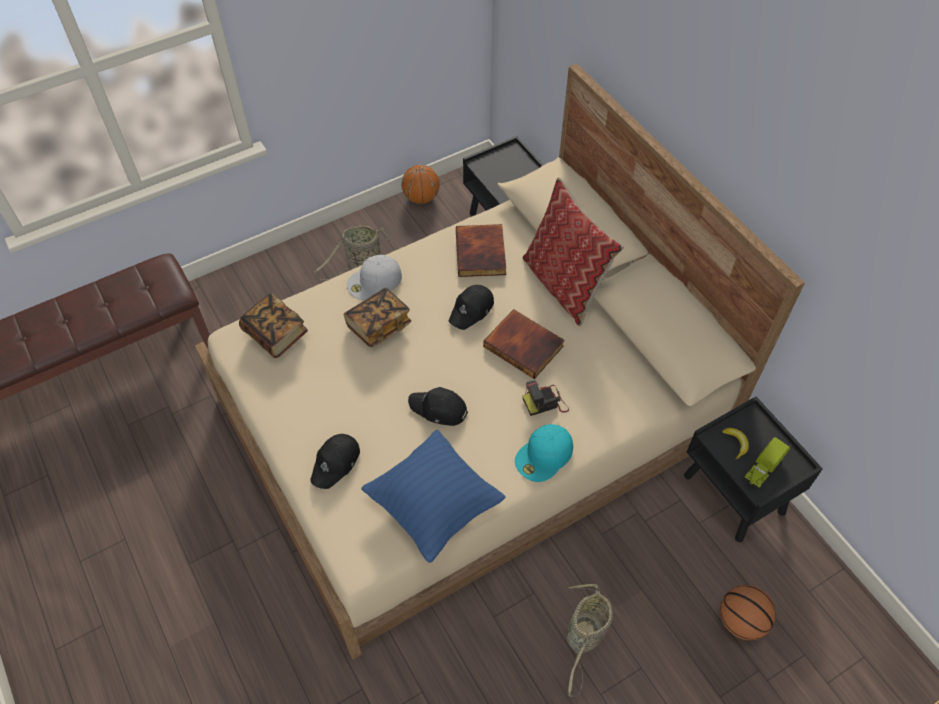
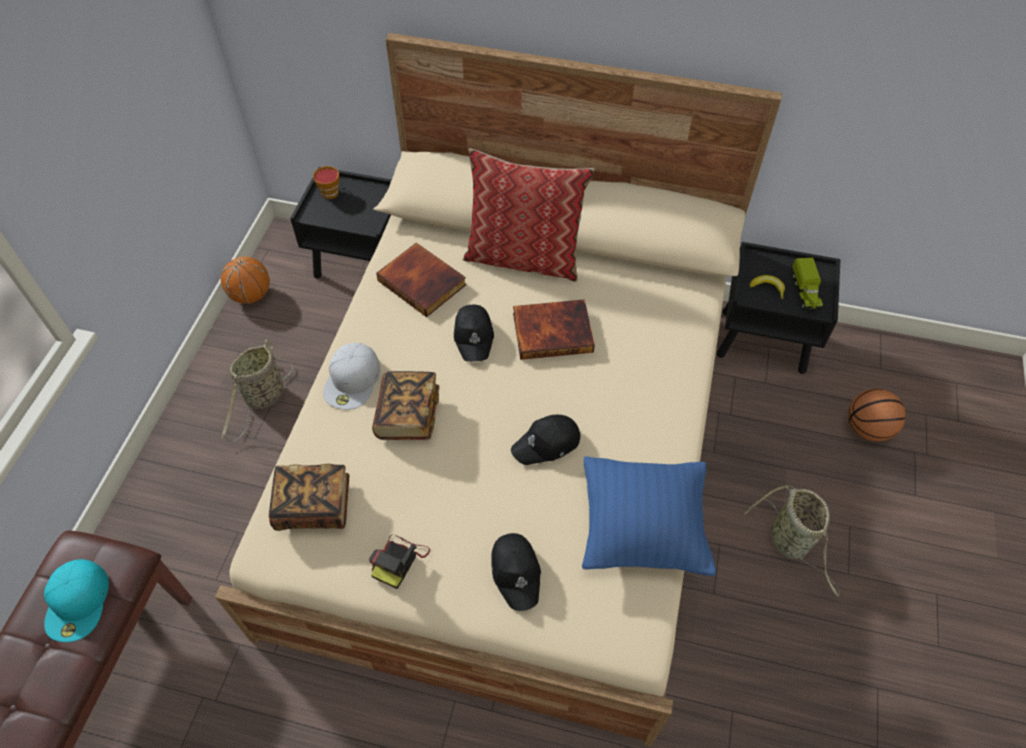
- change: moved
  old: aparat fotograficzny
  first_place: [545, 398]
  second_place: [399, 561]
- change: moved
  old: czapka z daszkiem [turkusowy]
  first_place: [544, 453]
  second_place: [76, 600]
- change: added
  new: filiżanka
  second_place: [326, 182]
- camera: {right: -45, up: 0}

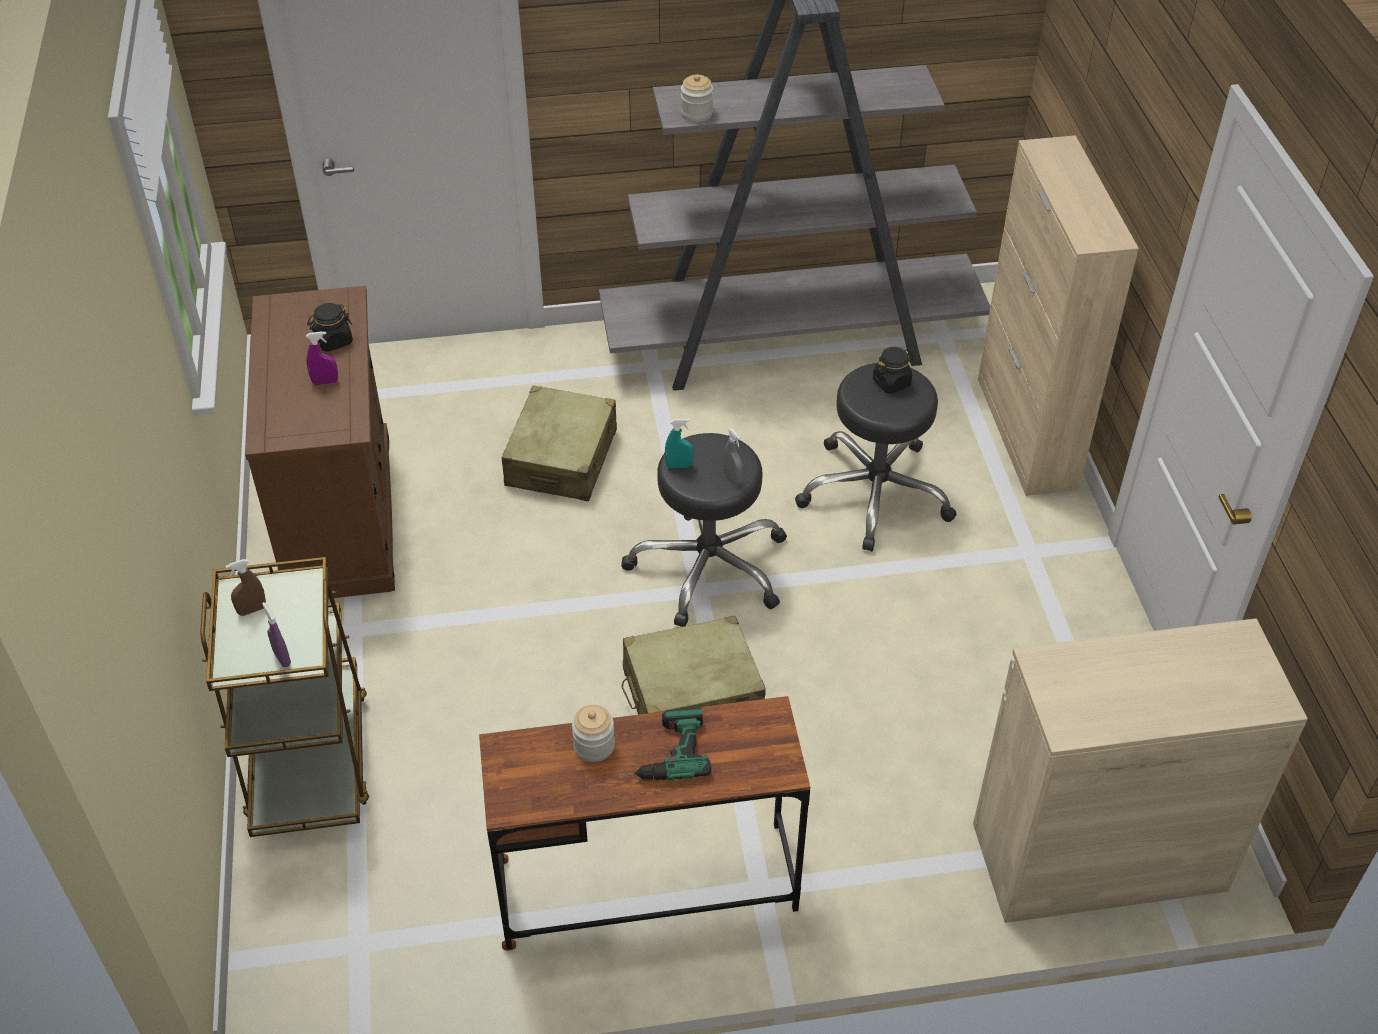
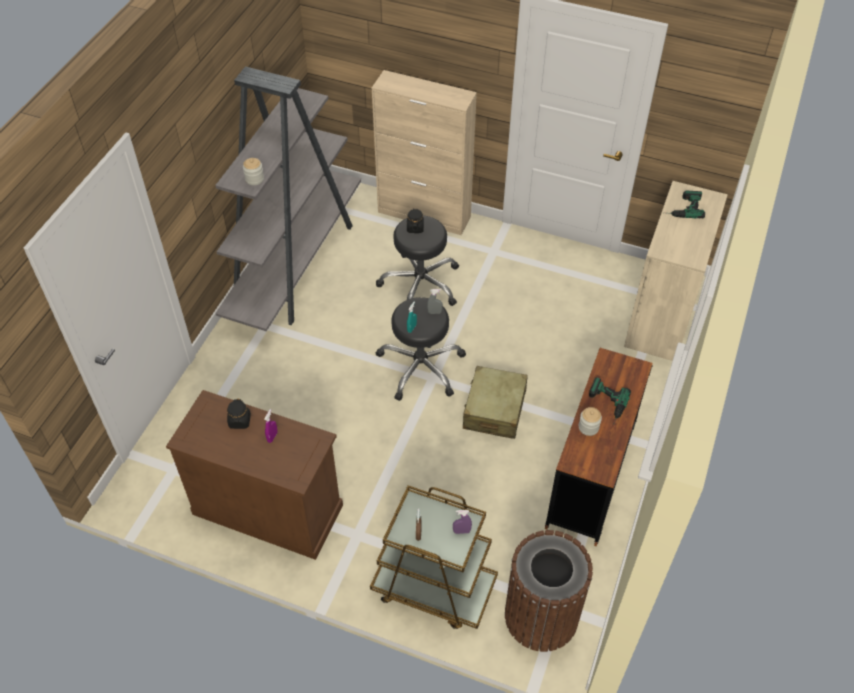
- change: removed
  old: walizka [beżowy]
  first_place: [559, 443]
- change: added
  new: wiertarka
  second_place: [687, 205]
- change: added
  new: kosz na śmieci [brązowy]
  second_place: [549, 591]
- camera: {right: -60, up: 5}

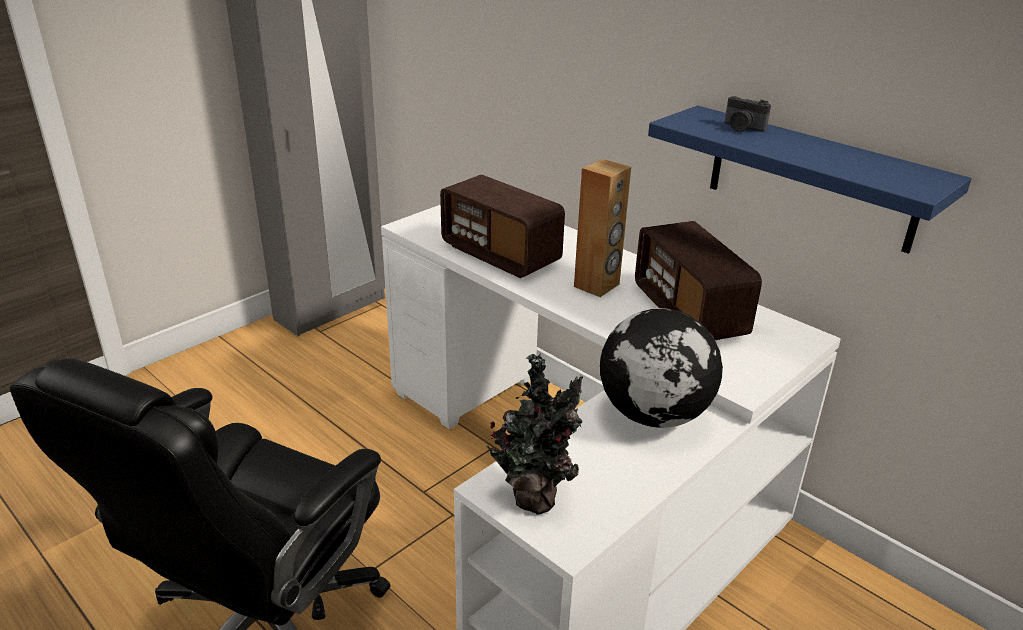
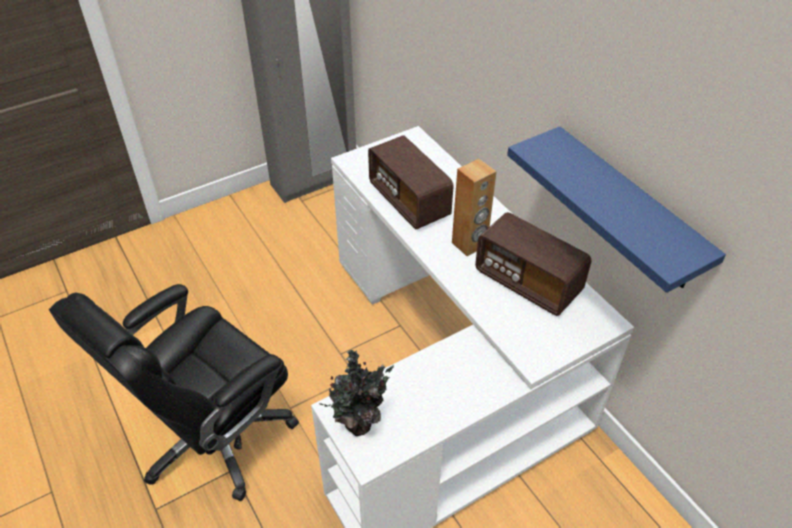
- change: removed
  old: aparat fotograficzny
  first_place: [747, 114]
- change: turned
  old: radio
  first_place: [698, 280]
  second_place: [533, 264]
  degrees: -45
- change: removed
  old: globus
  first_place: [661, 368]
- camera: {right: 15, up: 15}

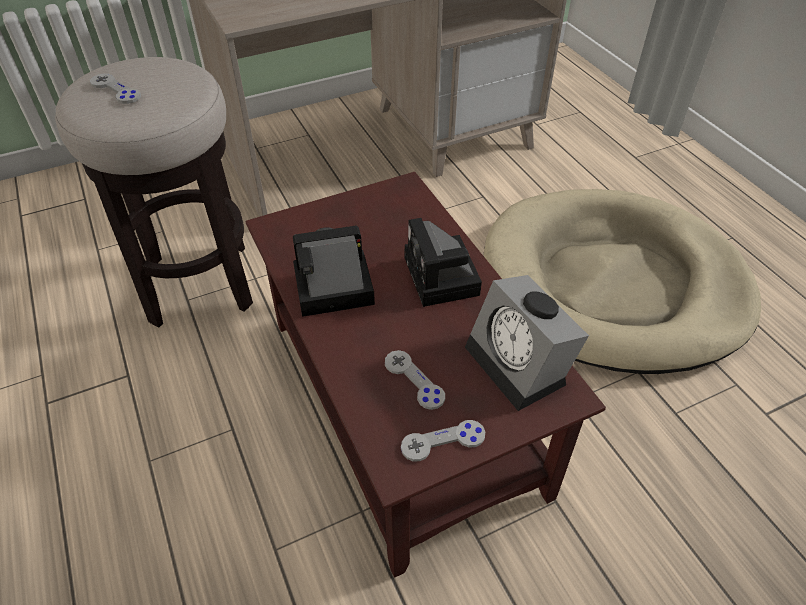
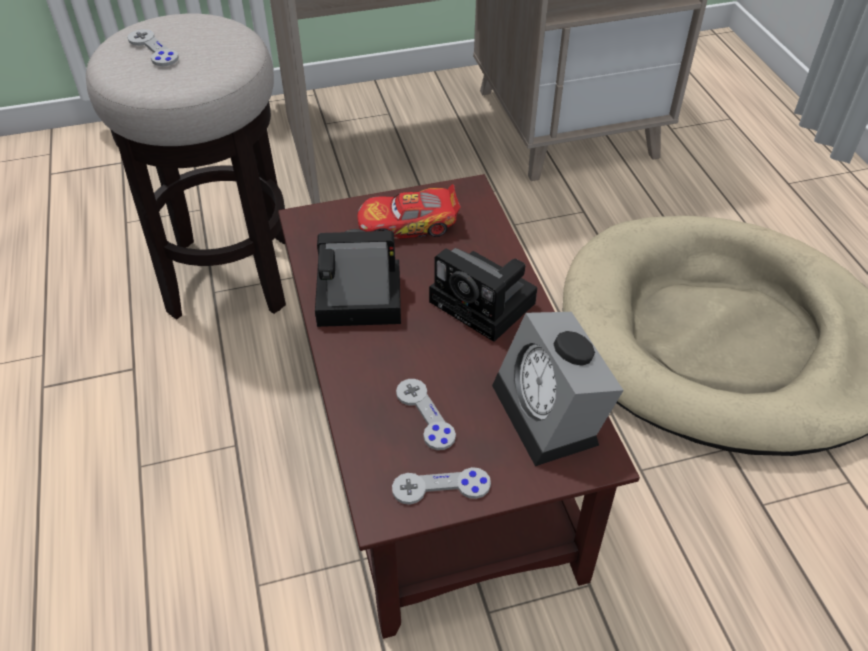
- change: turned
  old: aparat fotograficzny
  first_place: [443, 262]
  second_place: [483, 295]
  degrees: -45
- change: added
  new: samochodzik
  second_place: [408, 211]
- camera: {right: 10, up: 0}

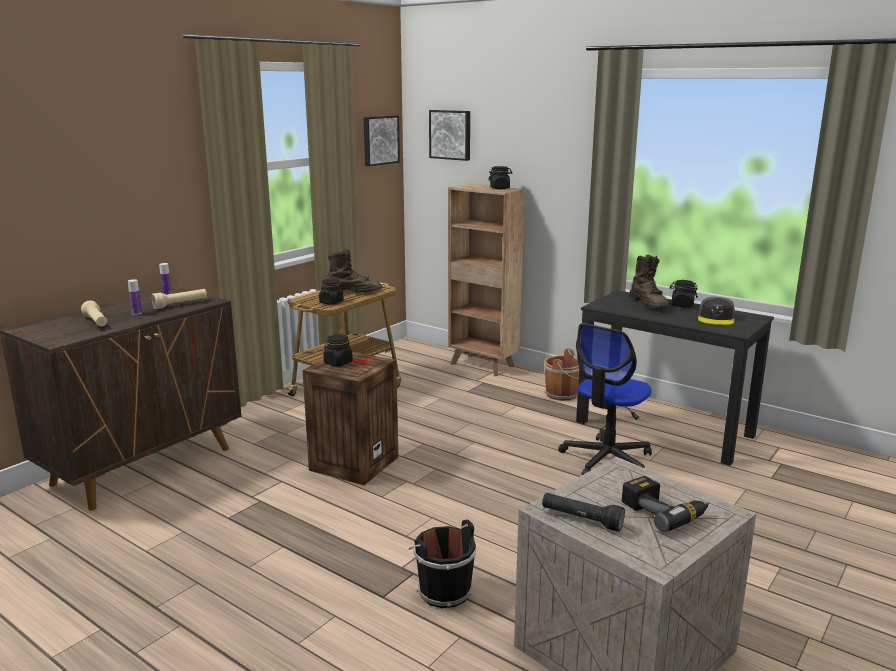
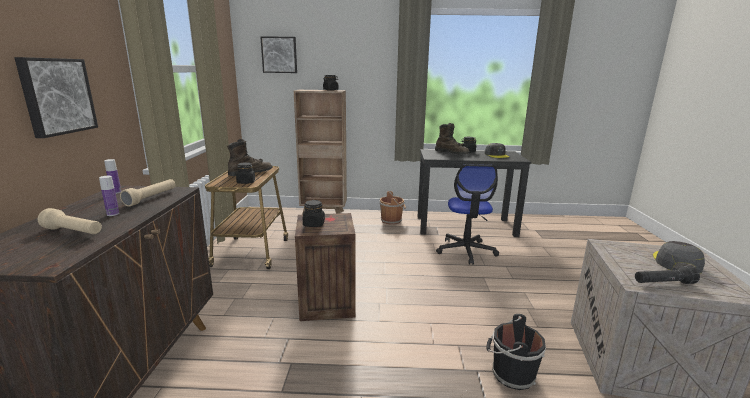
- change: moved
  old: obraz
  first_place: [381, 141]
  second_place: [56, 97]
- change: replaced
  old: wiertarka
  new: czapka z daszkiem [szary]
  first_place: [666, 504]
  second_place: [679, 257]
- camera: {right: -35, up: 0}

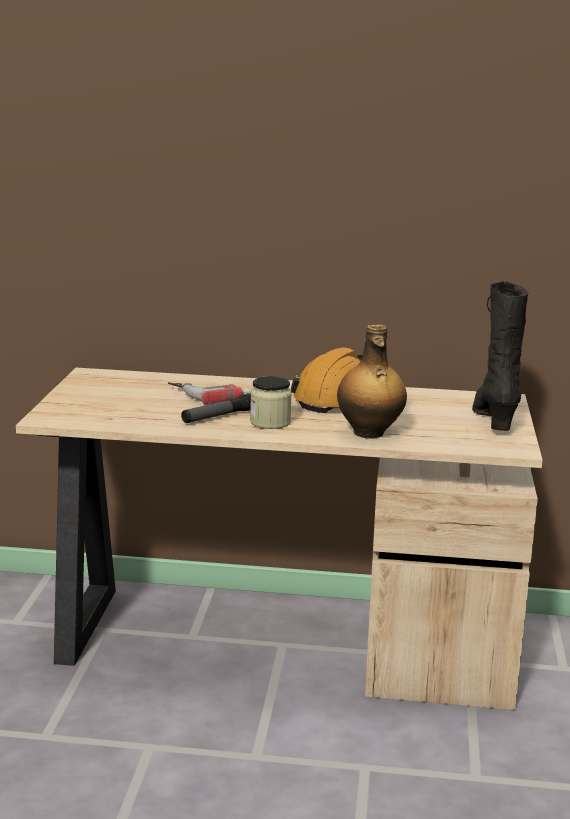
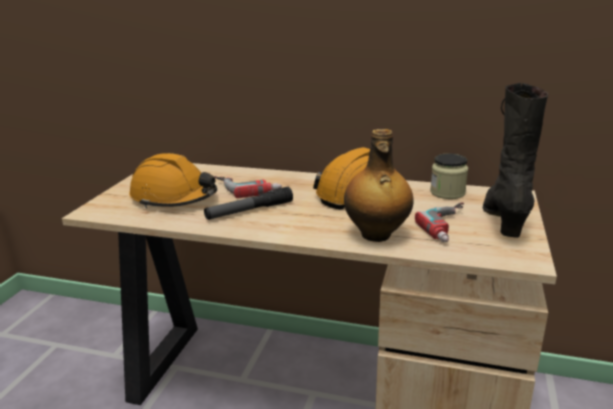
- change: moved
  old: słoik
  first_place: [271, 402]
  second_place: [449, 176]
- change: added
  new: kask [pomarańczowy]
  second_place: [173, 180]
- change: added
  new: wiertarka
  second_place: [439, 222]
- camera: {right: 10, up: 5}

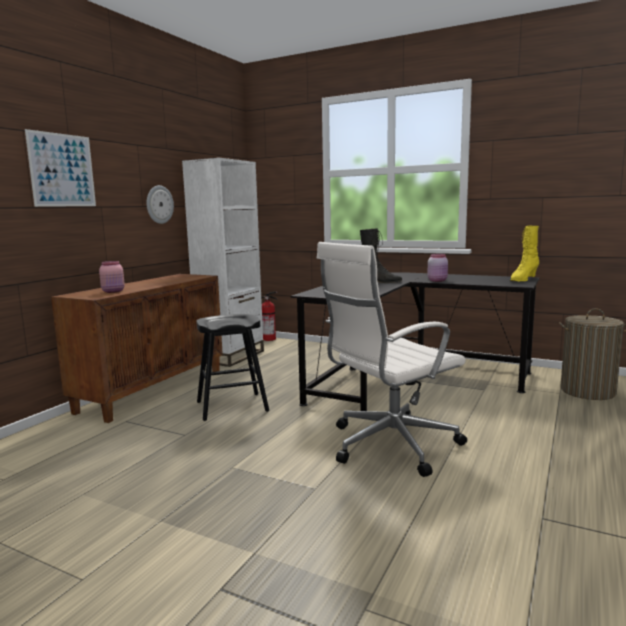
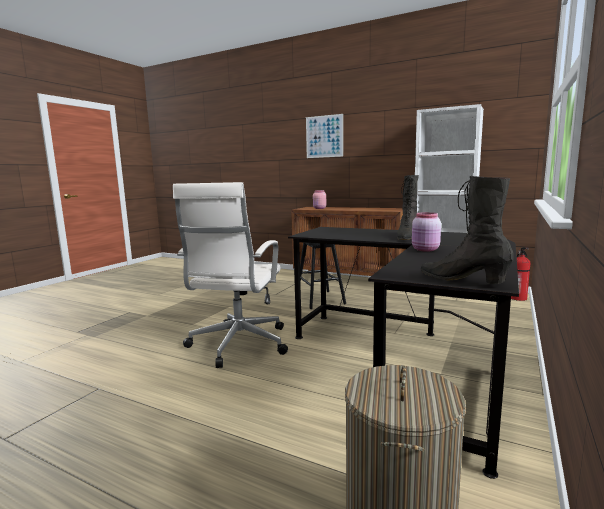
- change: removed
  old: zegar ścienny
  first_place: [160, 204]
- change: recoloured
  old: but z cholewką [żółty]
  new: but z cholewką [czarny]
  first_place: [524, 253]
  second_place: [467, 230]
- change: turned
  old: krzesło biurowe [biały]
  first_place: [392, 359]
  second_place: [230, 275]
  degrees: -135
- camera: {right: 90, up: 0}

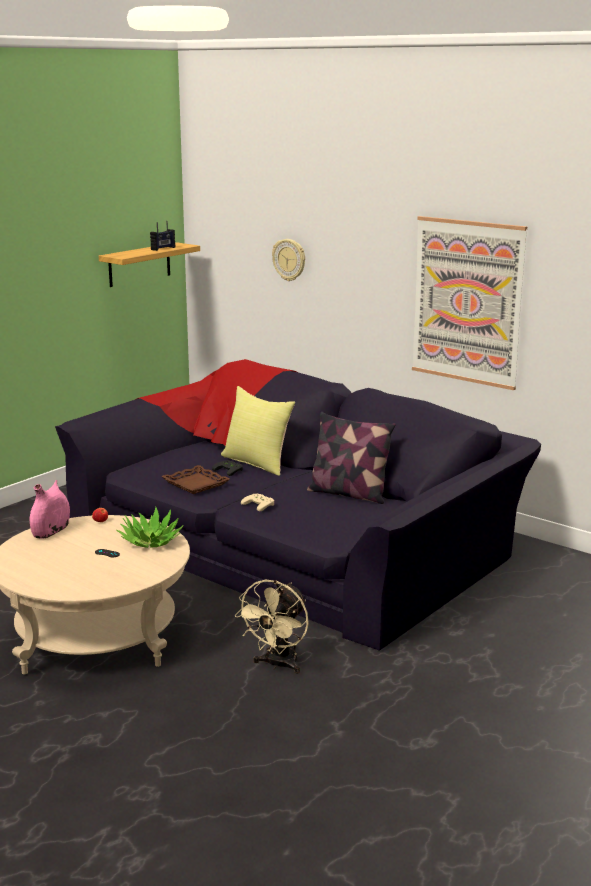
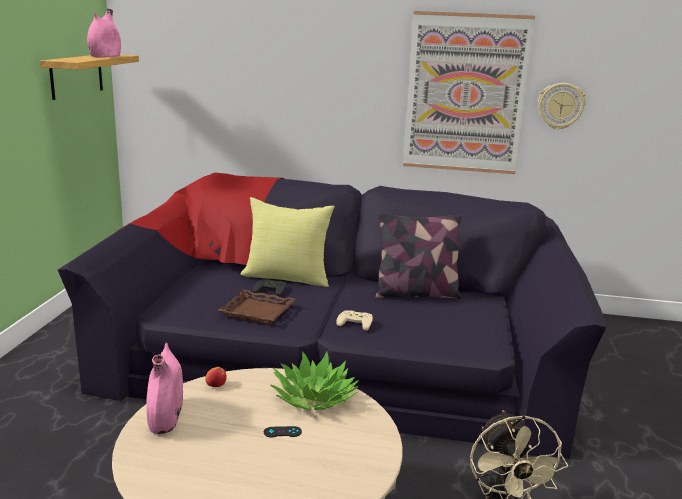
- change: replaced
  old: radio
  new: wazon [różowy]
  first_place: [162, 236]
  second_place: [104, 33]
- change: moved
  old: zegar ścienny
  first_place: [288, 260]
  second_place: [562, 106]
- camera: {right: -30, up: 0}

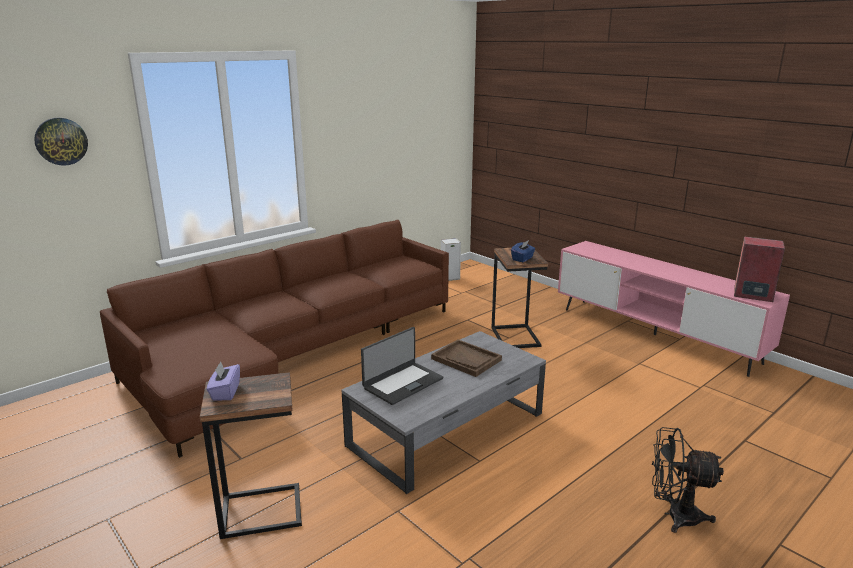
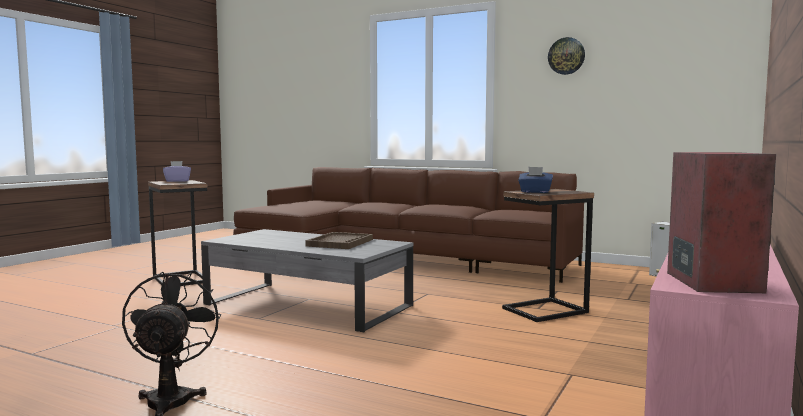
- change: moved
  old: zegar ścienny
  first_place: [61, 142]
  second_place: [566, 56]
- change: removed
  old: laptop
  first_place: [402, 366]
- camera: {right: 70, up: -15}

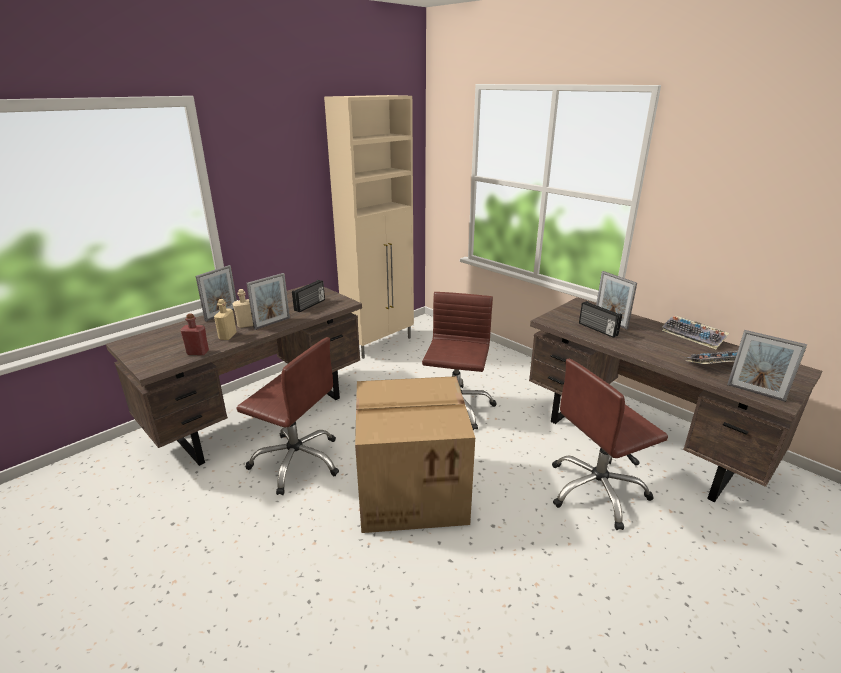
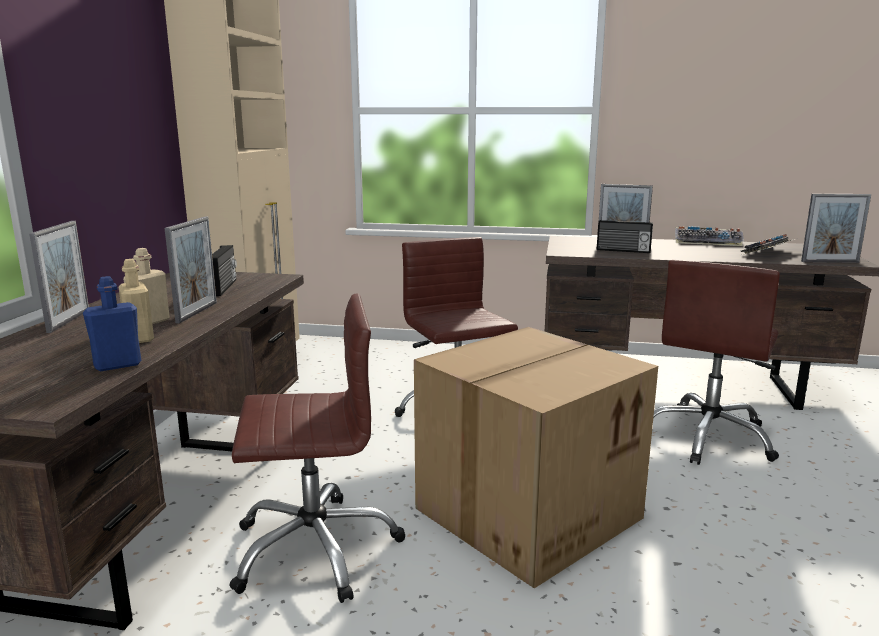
- change: recoloured
  old: butelka [czerwony]
  new: butelka [niebieski]
  first_place: [194, 334]
  second_place: [112, 323]
- camera: {right: -35, up: -10}

